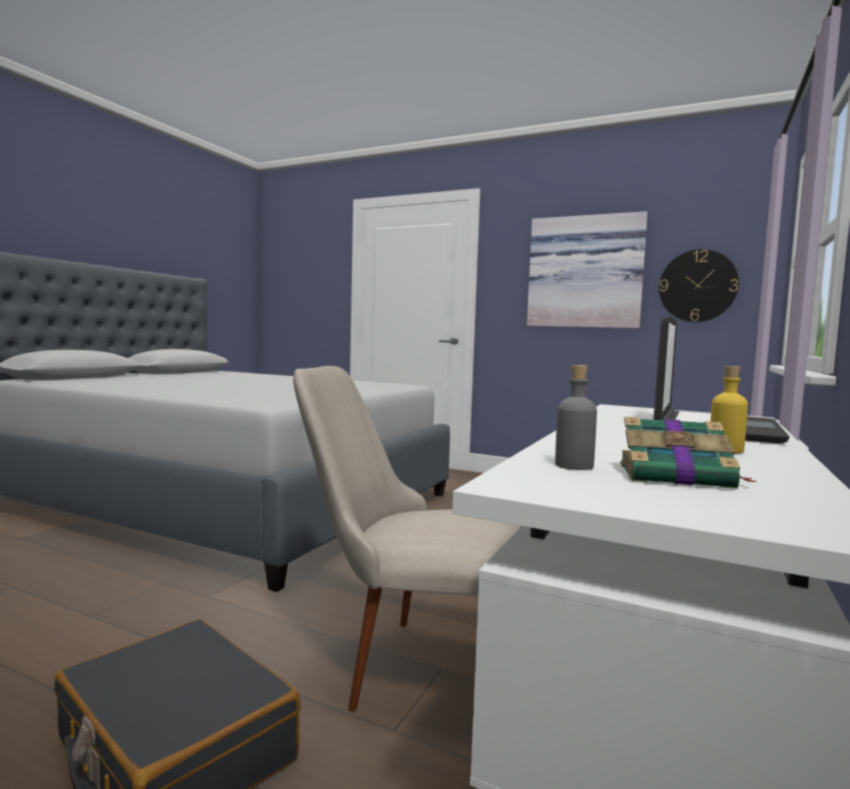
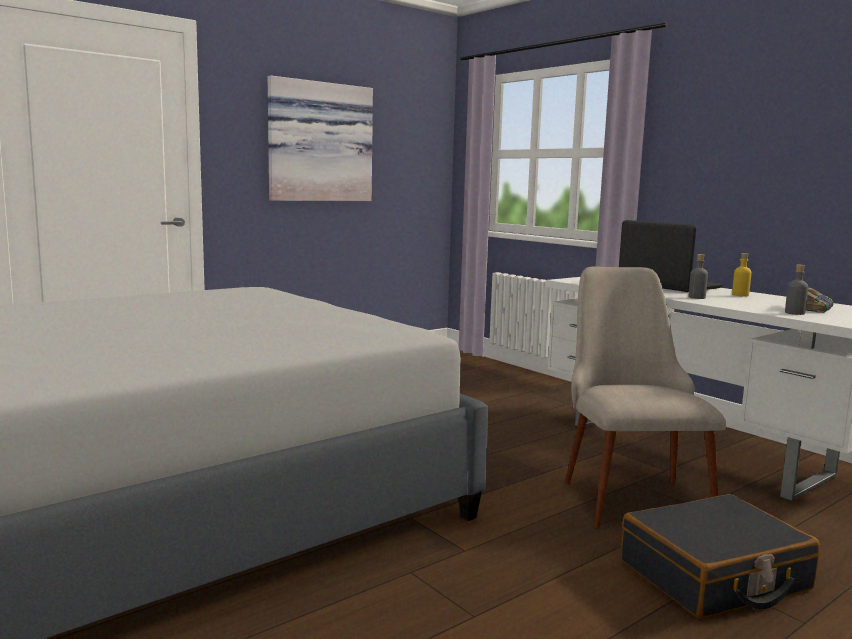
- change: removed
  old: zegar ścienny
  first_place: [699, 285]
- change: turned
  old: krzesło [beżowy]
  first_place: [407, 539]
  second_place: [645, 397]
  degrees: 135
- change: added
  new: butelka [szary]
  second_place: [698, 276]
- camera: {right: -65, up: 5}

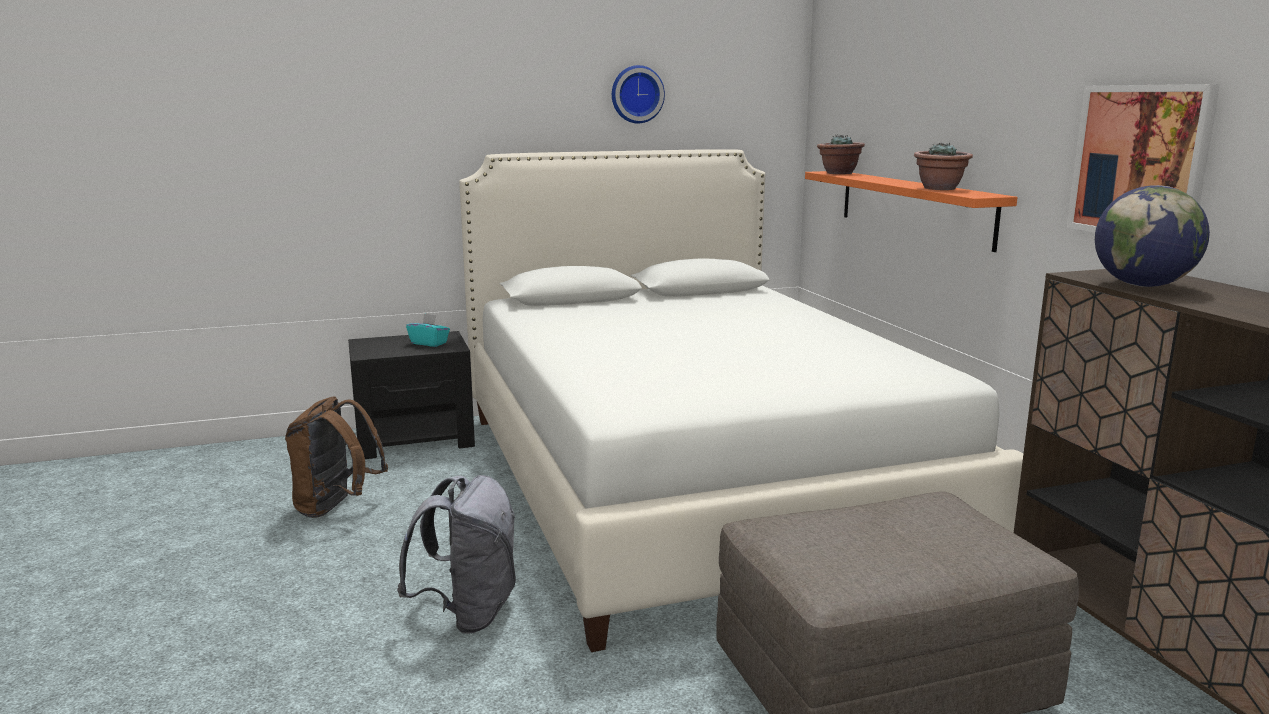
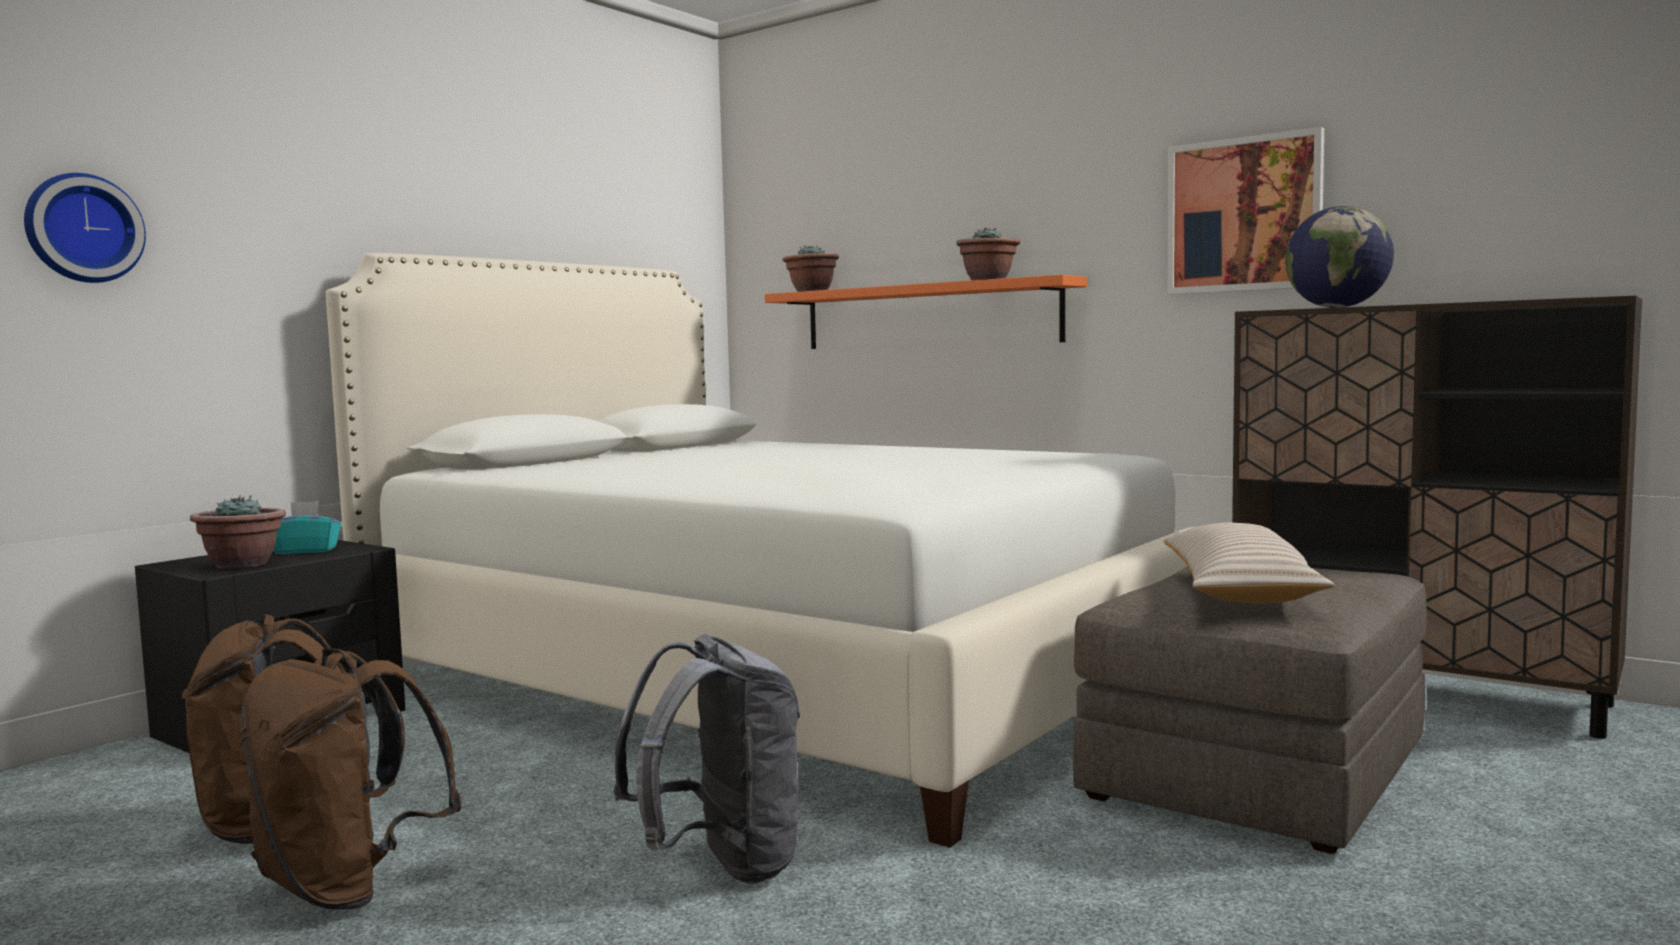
- change: moved
  old: zegar ścienny
  first_place: [638, 94]
  second_place: [85, 228]
- change: added
  new: roślina doniczkowa
  second_place: [238, 532]
- change: added
  new: poduszka [beżowy]
  second_place: [1248, 562]
- change: added
  new: plecak [brązowy]
  second_place: [350, 779]
- camera: {right: -35, up: -10}

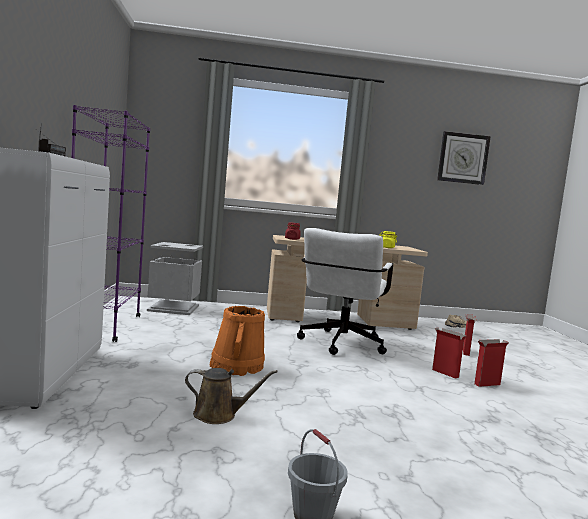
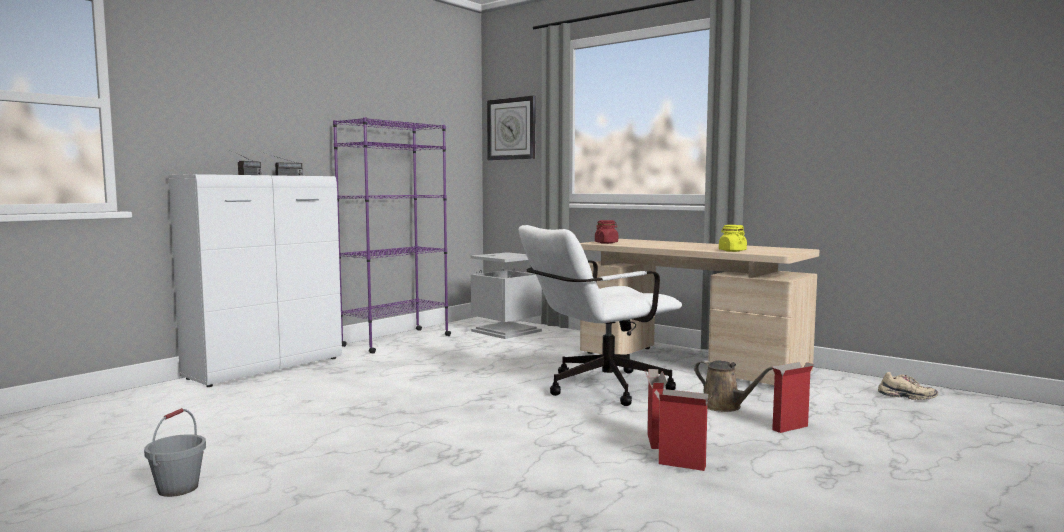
- change: moved
  old: zegar ścienny
  first_place: [464, 158]
  second_place: [511, 128]
- change: removed
  old: wiadro [pomarańczowy]
  first_place: [237, 341]
- change: moved
  old: konewka [brązowy]
  first_place: [231, 396]
  second_place: [733, 386]
- camera: {right: 45, up: 0}

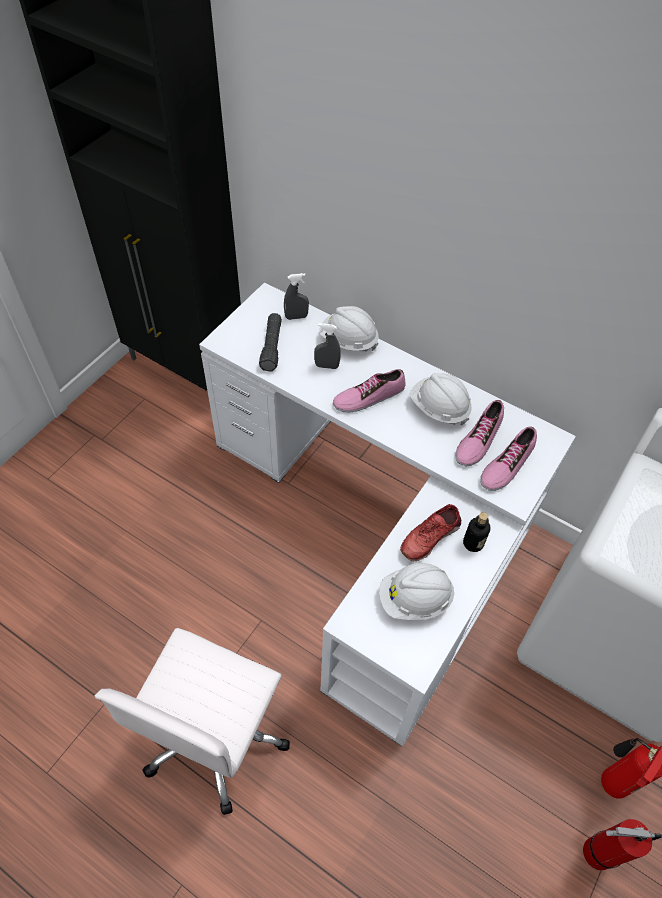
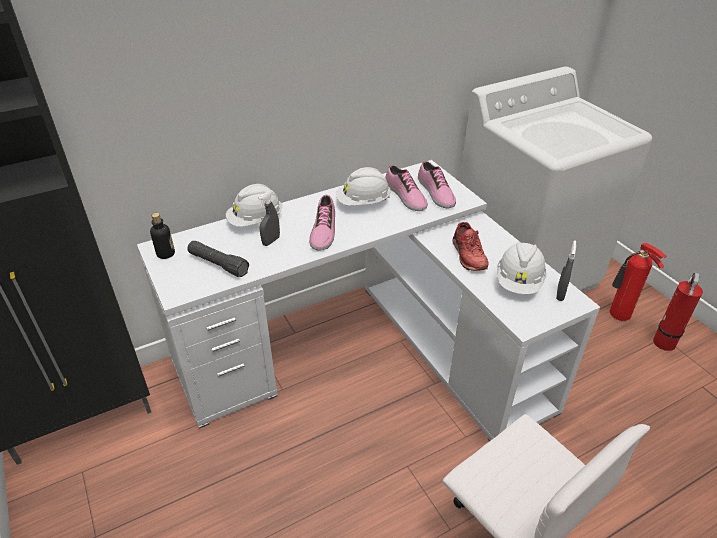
- change: moved
  old: spryskiwacz [szary]
  first_place: [296, 296]
  second_place: [566, 270]
- change: moved
  old: butelka
  first_place: [476, 532]
  second_place: [162, 236]
- camera: {right: -60, up: -15}

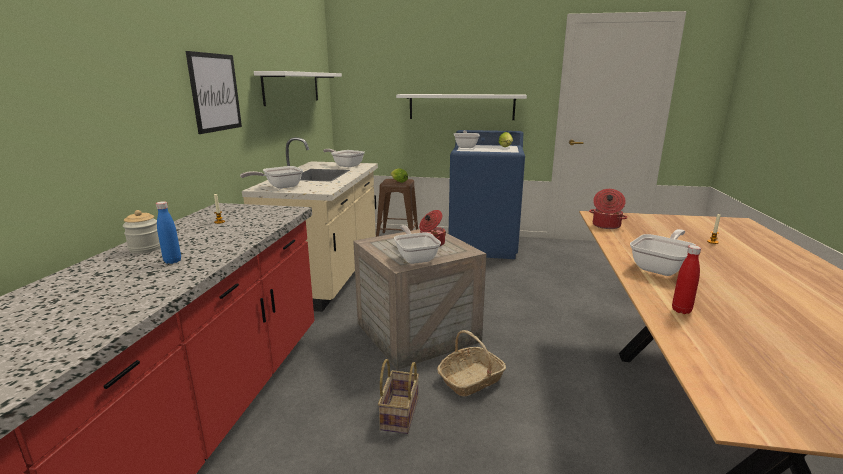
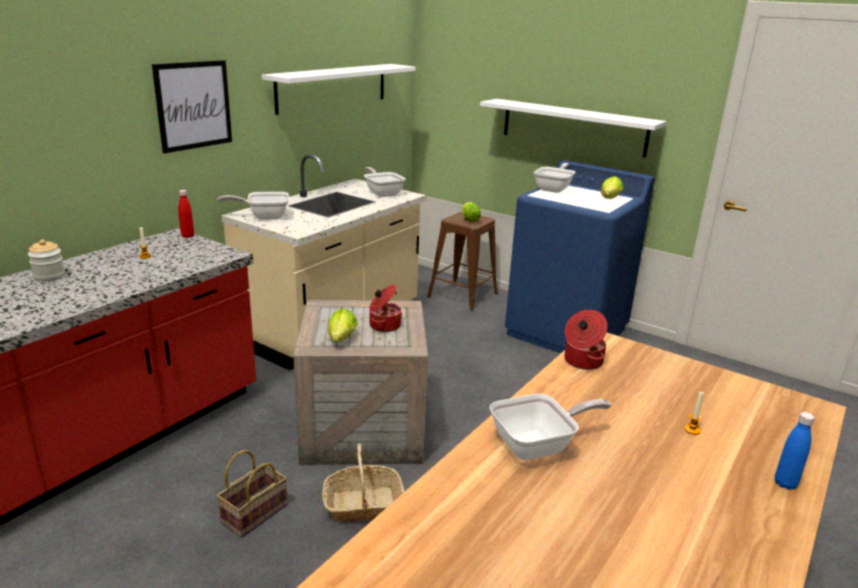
- change: moved
  old: butelka [niebieski]
  first_place: [168, 232]
  second_place: [795, 451]
- change: replaced
  old: patelnia
  new: sałata
  first_place: [417, 244]
  second_place: [343, 325]
- change: moved
  old: butelka [czerwony]
  first_place: [686, 279]
  second_place: [186, 214]
- camera: {right: 25, up: 5}

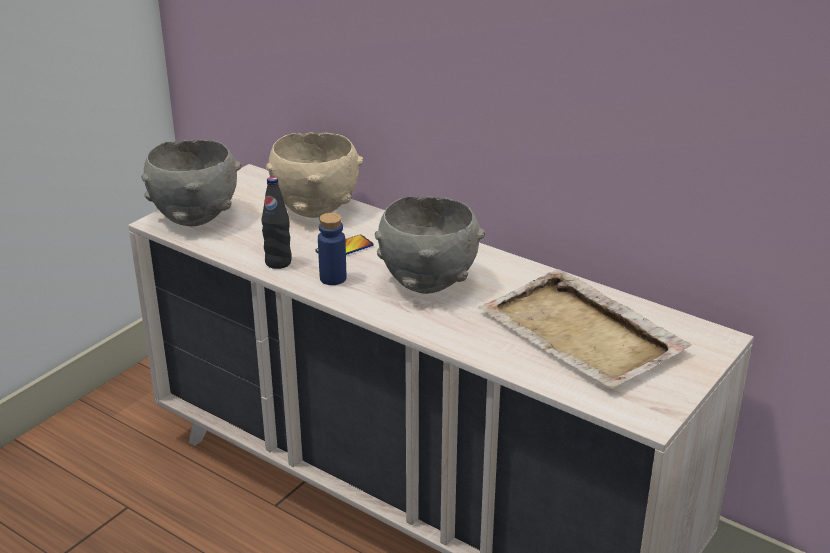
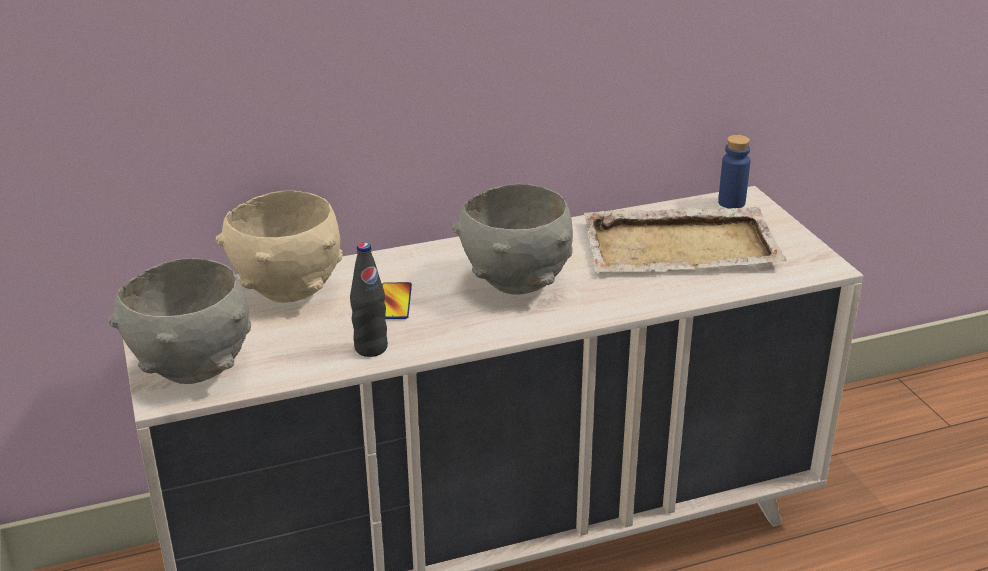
- change: moved
  old: butelka [niebieski]
  first_place: [332, 249]
  second_place: [734, 172]
- camera: {right: -55, up: 0}

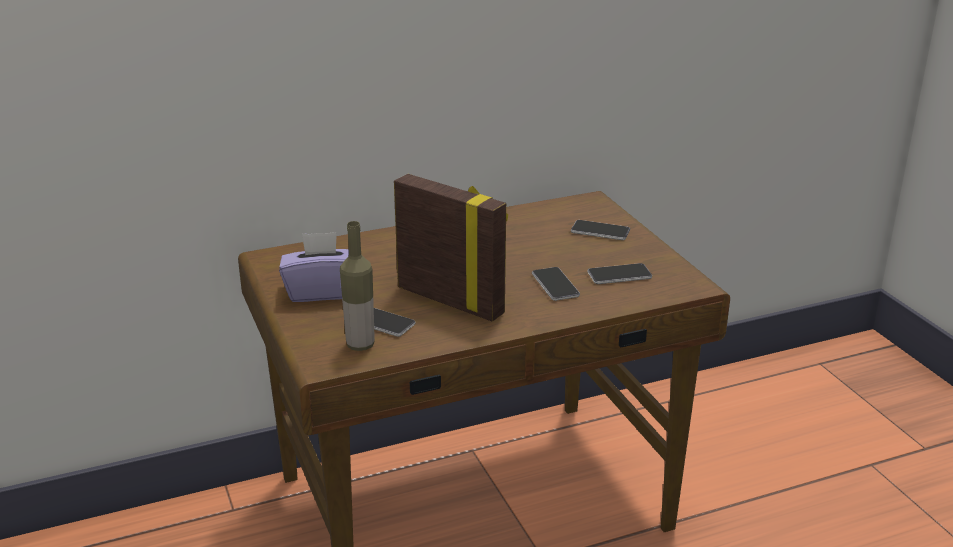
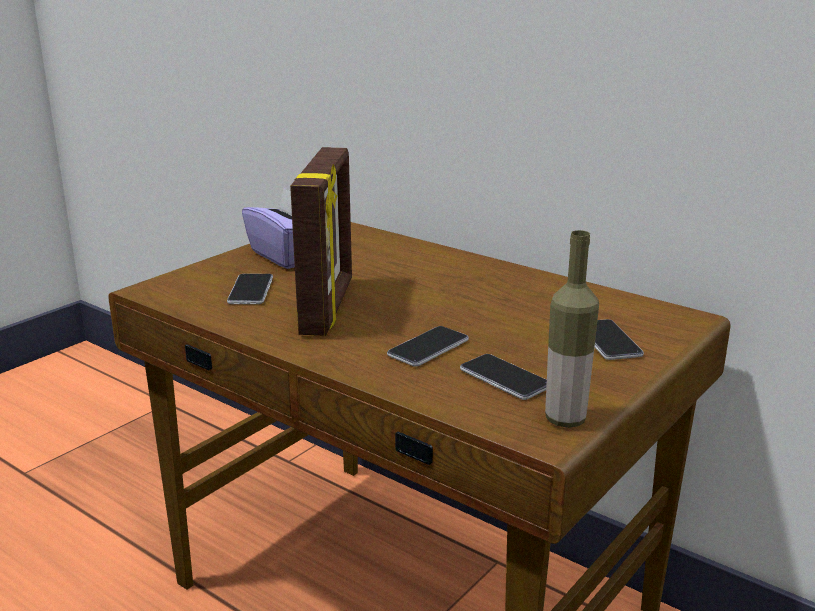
- change: moved
  old: butelka
  first_place: [357, 286]
  second_place: [572, 329]
- camera: {right: 60, up: -5}

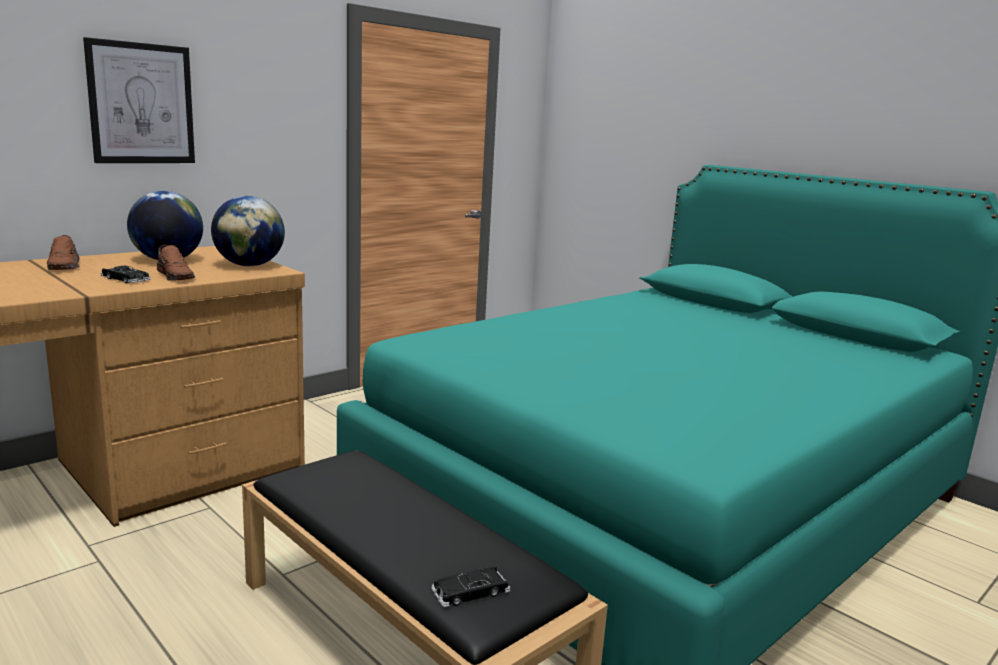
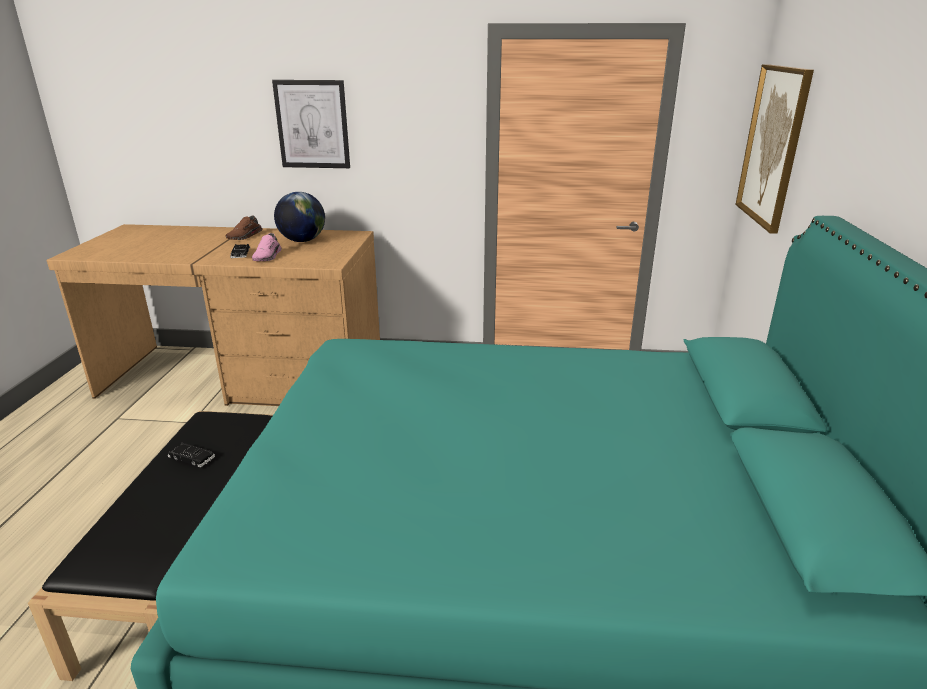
- change: removed
  old: globus
  first_place: [248, 231]
- change: recoloured
  old: but [brązowy]
  new: but [różowy]
  first_place: [176, 263]
  second_place: [267, 247]
- change: moved
  old: samochodzik [czarny]
  first_place: [471, 586]
  second_place: [191, 455]
- change: added
  new: obraz
  second_place: [774, 149]
- camera: {right: 50, up: 10}

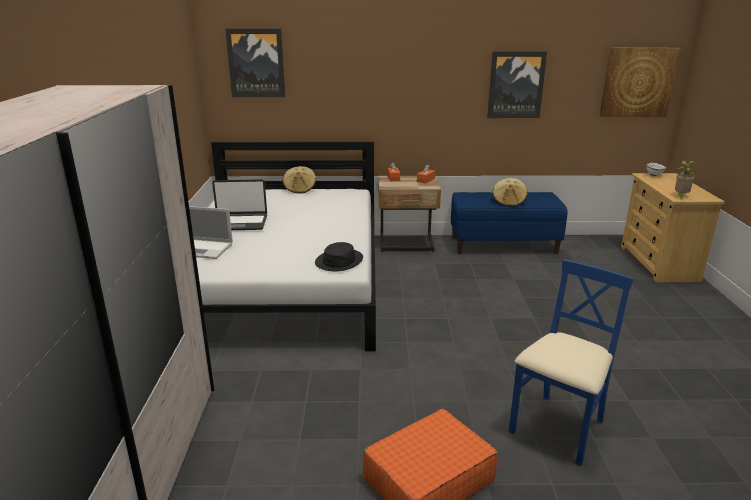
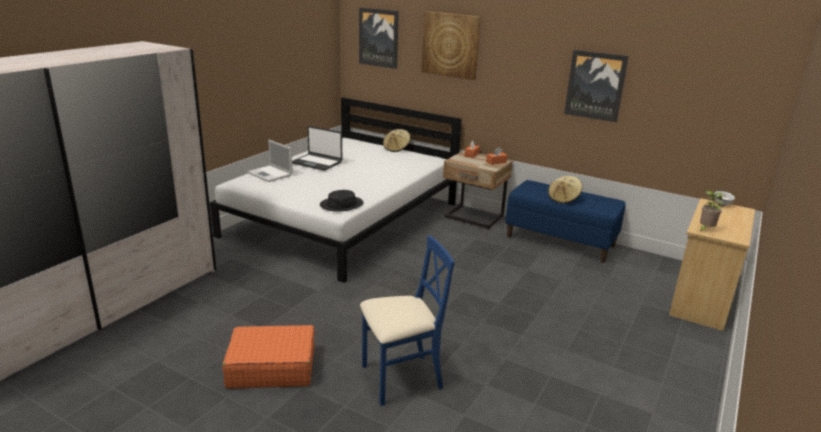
- change: moved
  old: obraz
  first_place: [640, 82]
  second_place: [451, 45]
- camera: {right: 30, up: 0}

